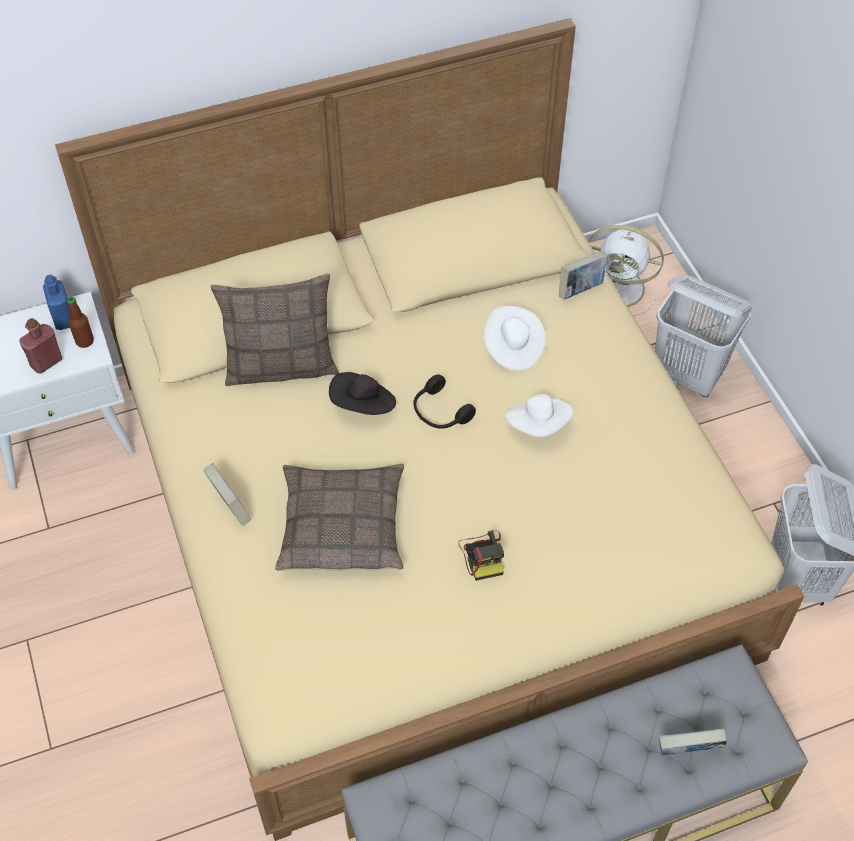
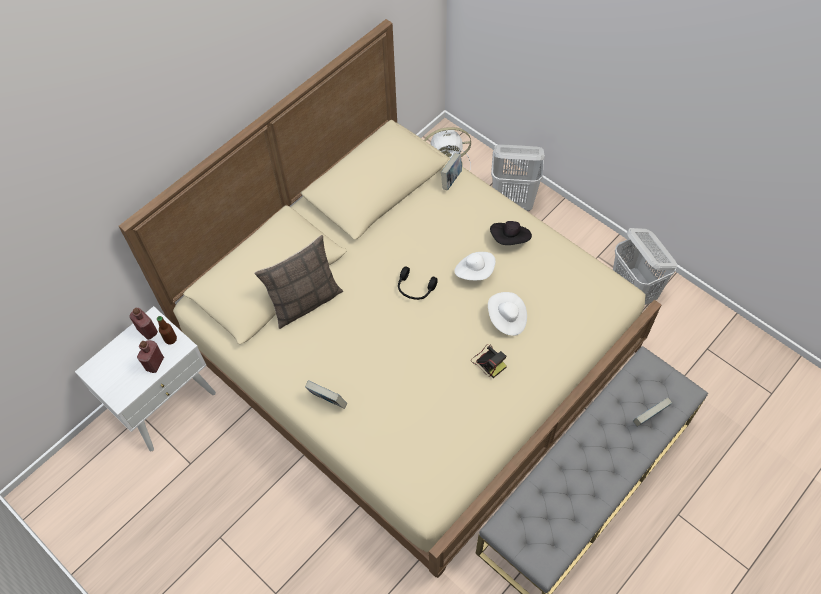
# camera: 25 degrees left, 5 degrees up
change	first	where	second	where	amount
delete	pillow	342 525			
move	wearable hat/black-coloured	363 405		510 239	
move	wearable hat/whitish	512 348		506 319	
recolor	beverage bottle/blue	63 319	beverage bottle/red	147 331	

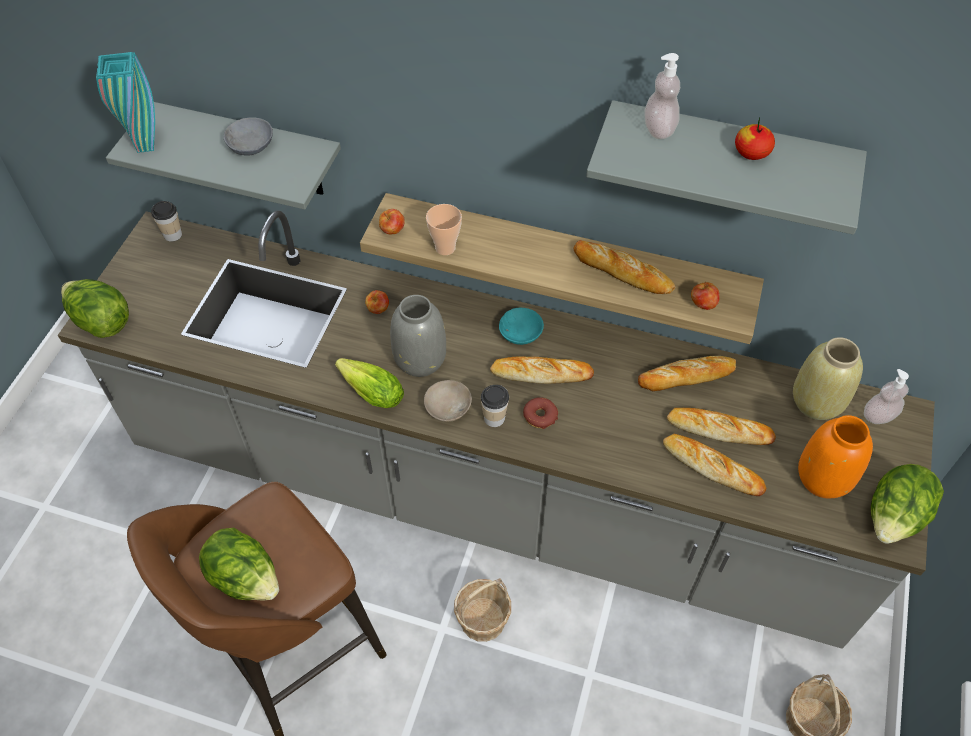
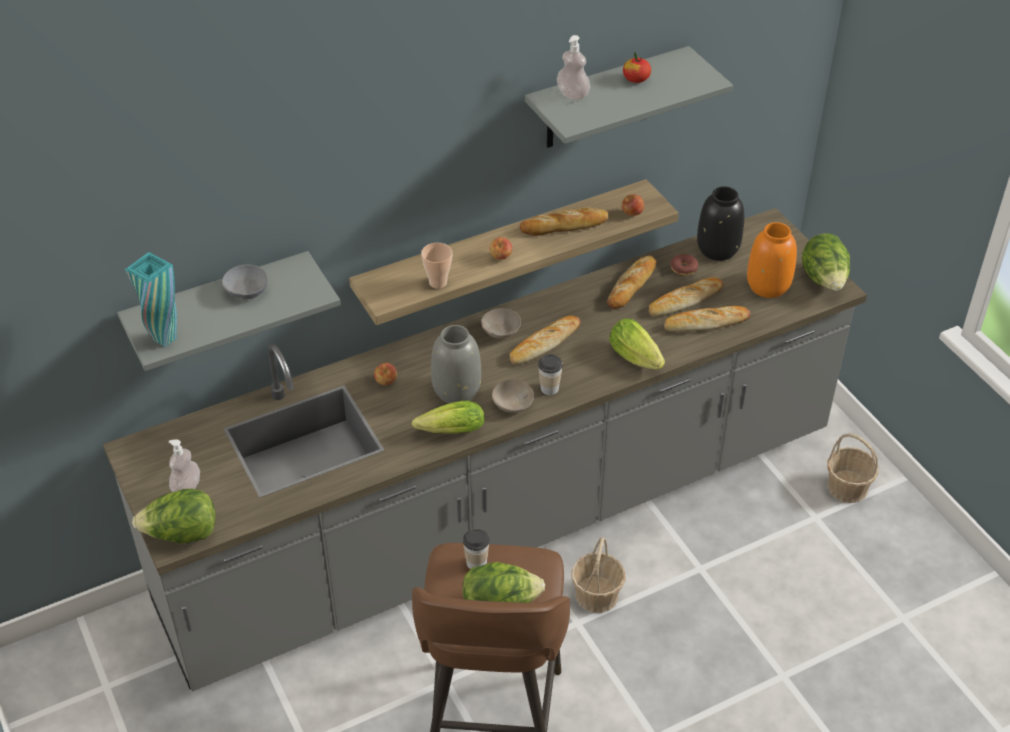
# camera: 45 degrees left, 10 degrees down
change	first	where	second	where	amount
insert			lettuce head	637 358	
move	cup	172 234		476 563	
move	apple fruit	392 231		500 257	
move	donut	540 416		683 268	
move	liquid soap bottle	878 416		187 487	
recolor	serving bowl/turquoise	521 334	serving bowl/beige	502 331	
recolor	flower vase/beige	816 401	flower vase/black-coloured	717 249	

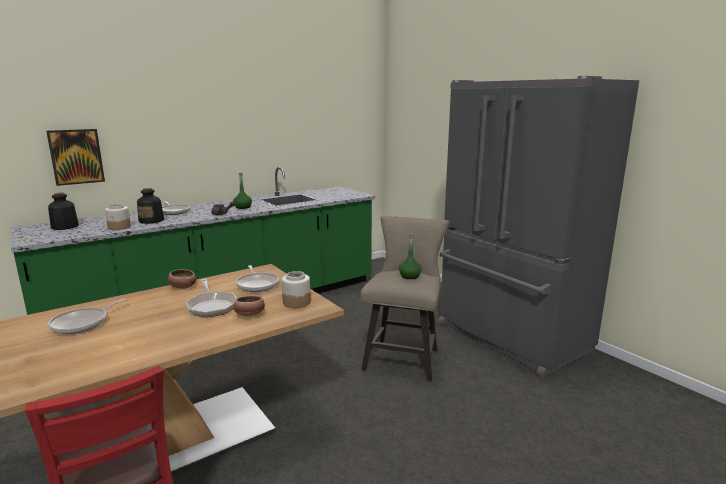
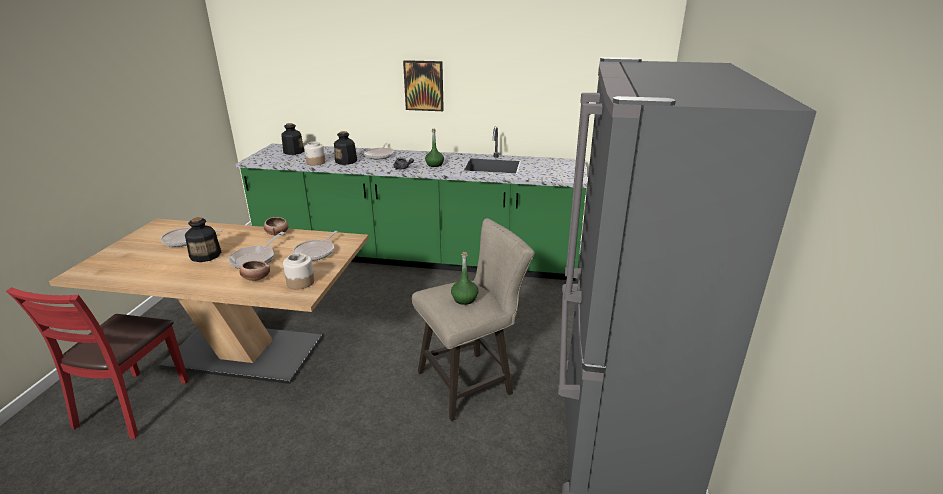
# camera: 45 degrees right, 10 degrees up
change	first	where	second	where	amount
insert			beverage bottle	206 255	
move	picture	76 156		424 85	

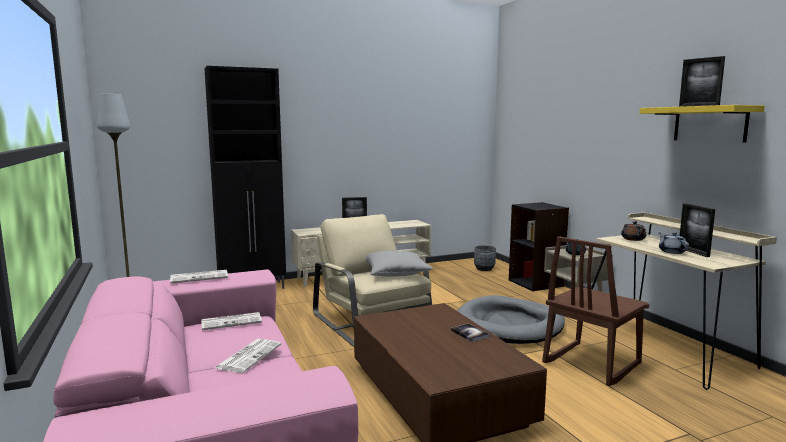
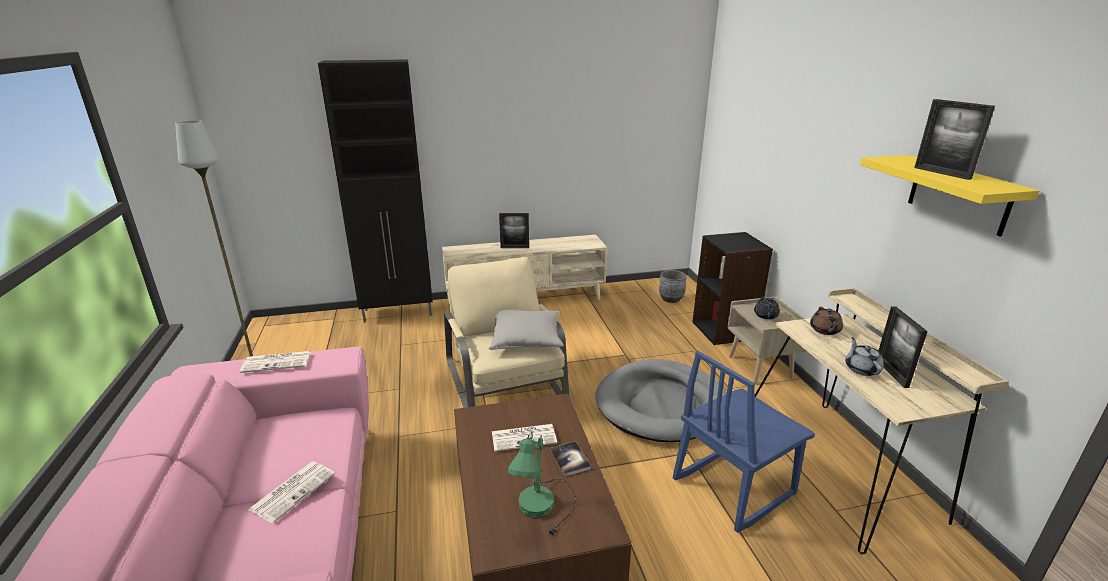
# camera: 10 degrees right, 15 degrees up
change	first	where	second	where	amount
insert			table lamp/green	544 511	
move	daily paper	232 321		524 437	
recolor	chair/brownish	590 363	chair/blue	732 486	

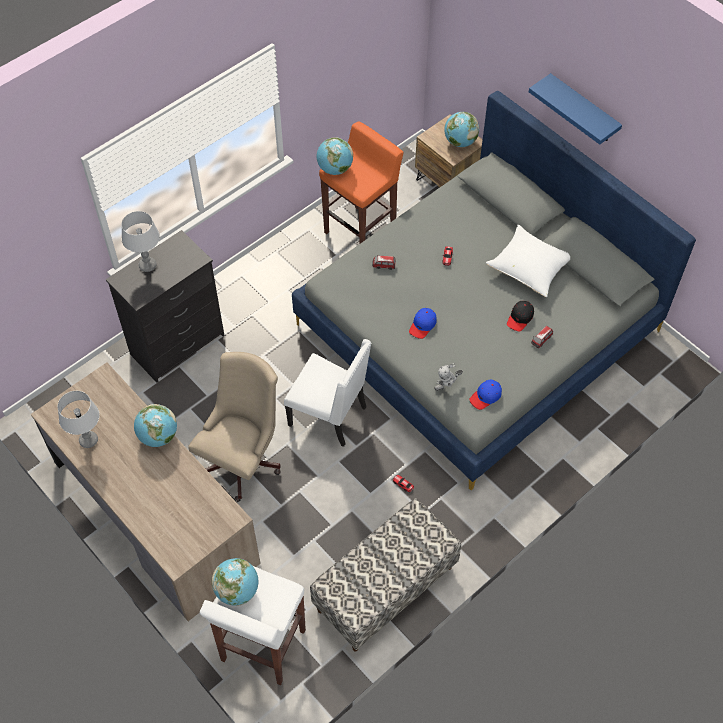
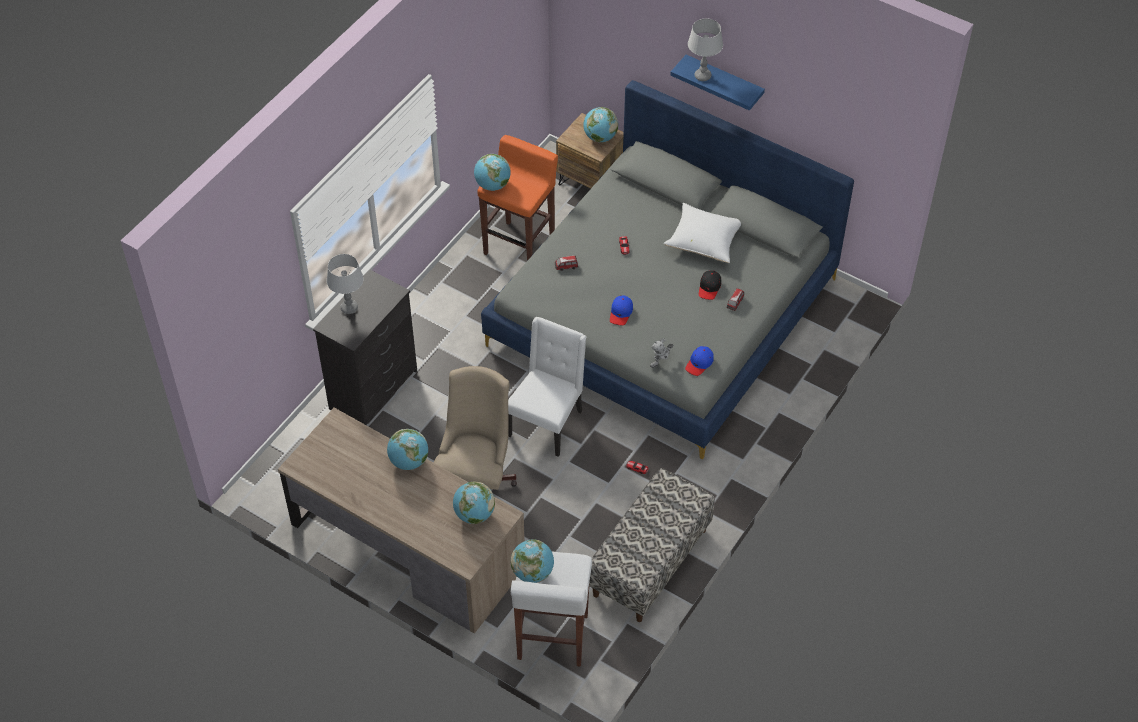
# camera: 15 degrees left, 5 degrees down
change	first	where	second	where	amount
insert			desk globe	474 514	
move	table lamp/greyish	89 440		703 76	
rotate	chair/whitish	330 416		547 423	75 degrees counterclockwise

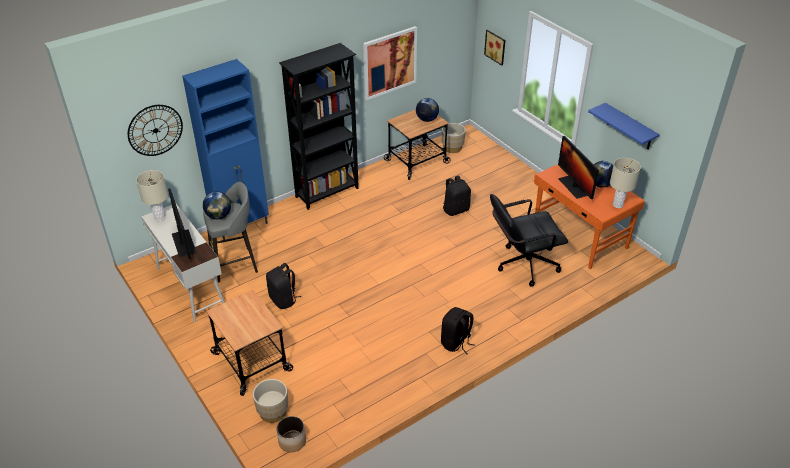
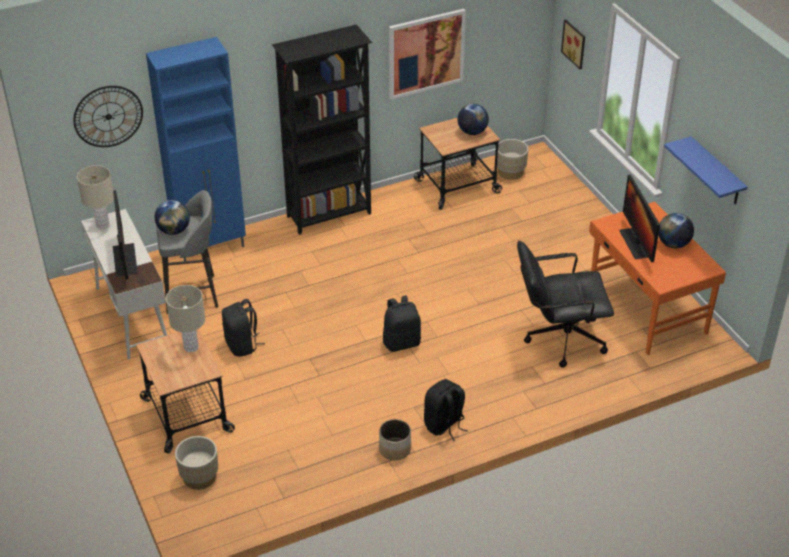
# camera: 10 degrees right, 0 degrees up
change	first	where	second	where	amount
move	planter	292 441		395 449	
move	backpack/black-coloured	456 209		401 342	
move	table lamp/beige	617 205		191 347	

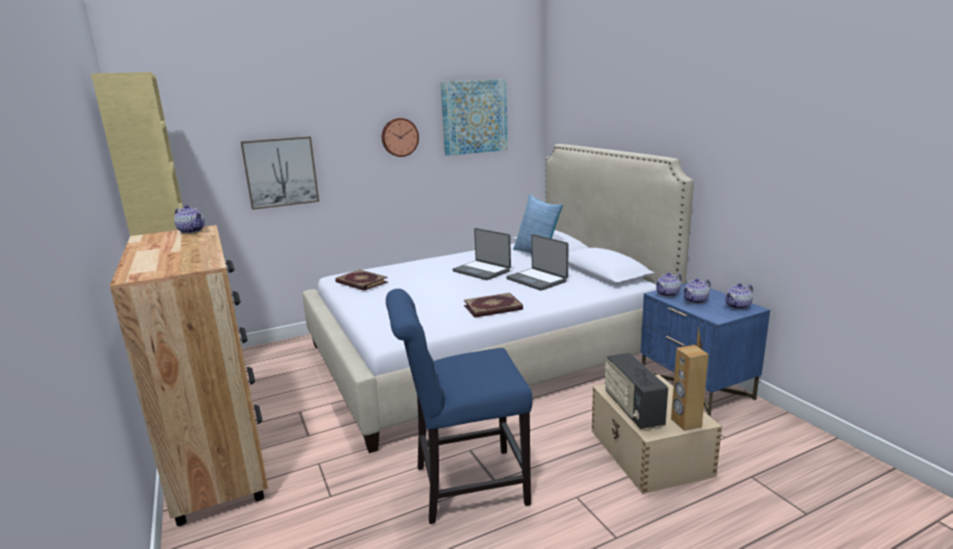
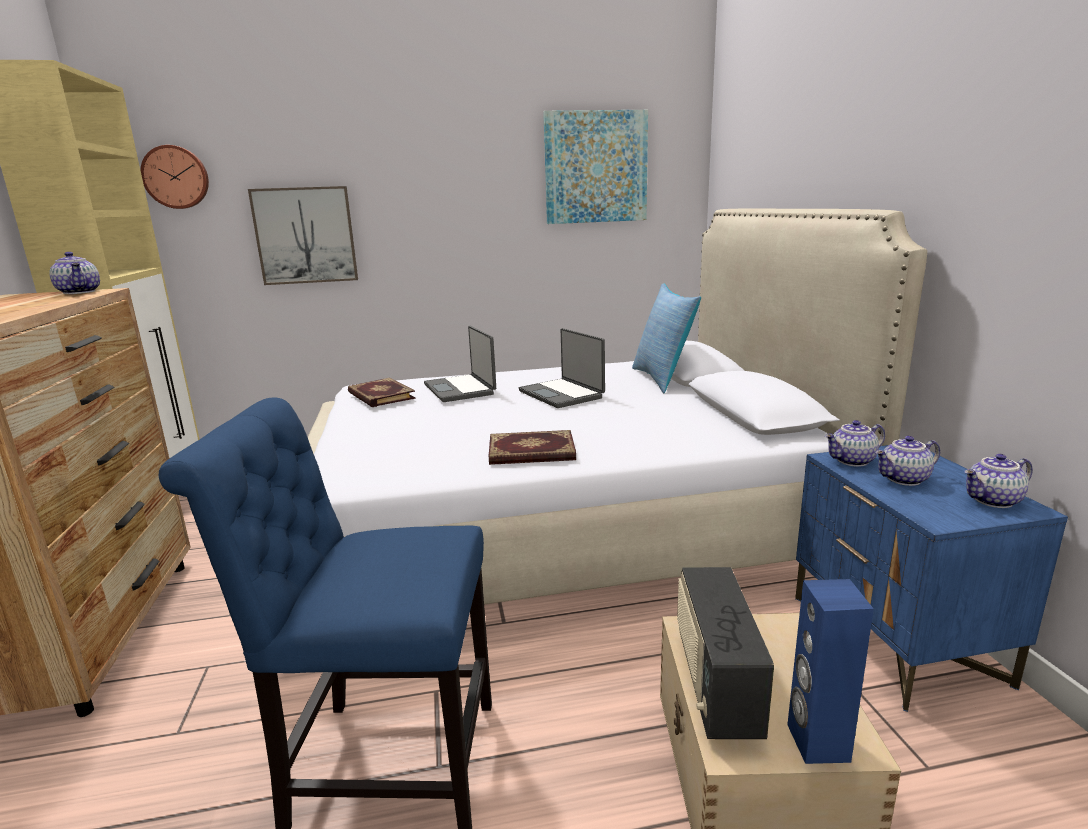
# camera: 15 degrees right, 0 degrees up
change	first	where	second	where	amount
move	wall clock	399 137		176 177	
move	portable computer	537 280		461 389	
recolor	speaker/brownish	685 423	speaker/blue	817 743	

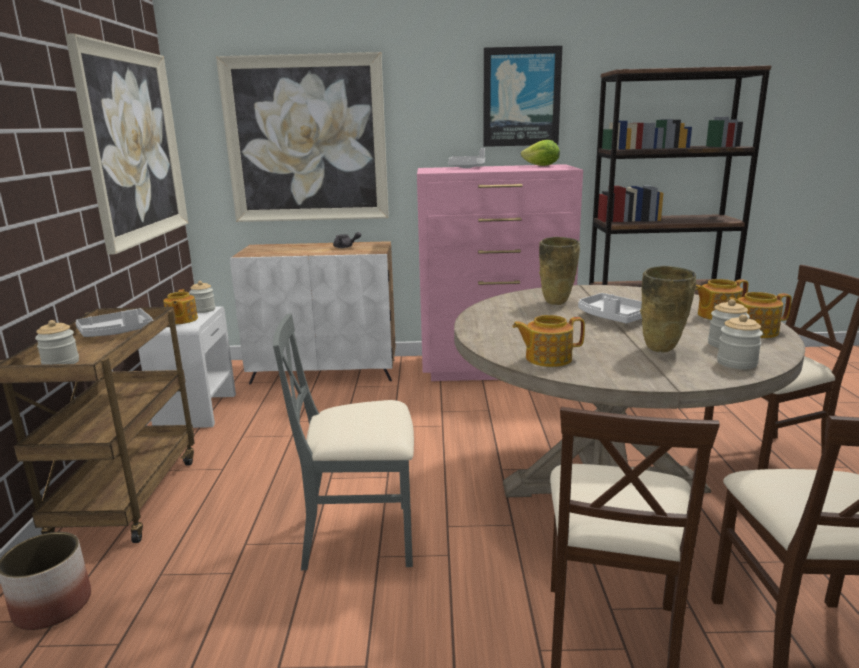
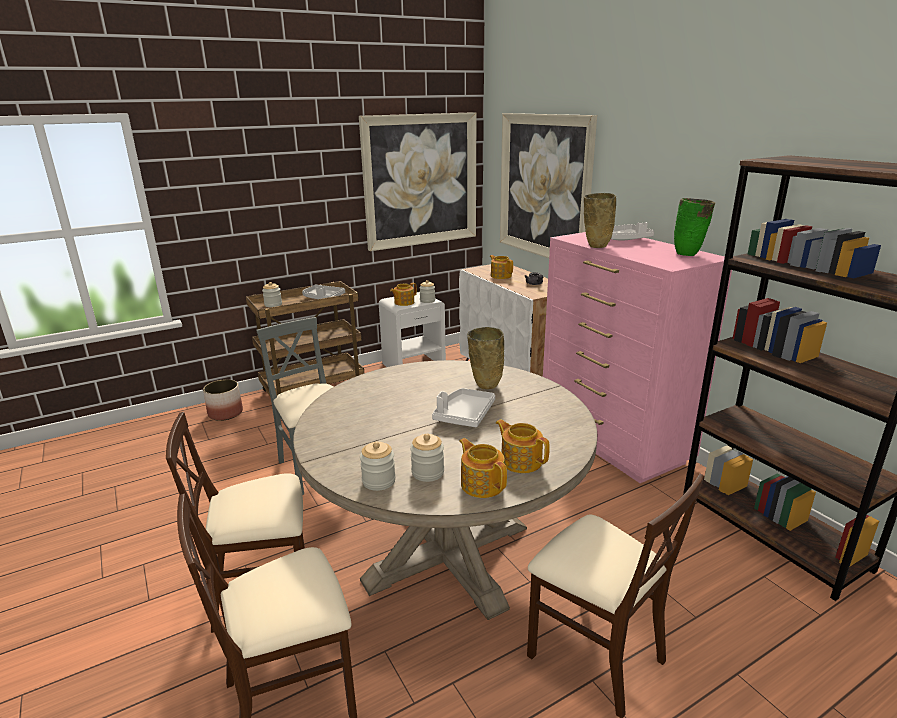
# camera: 60 degrees right, 5 degrees up
change	first	where	second	where	amount
delete	picture	521 97			
move	teapot	547 358		501 276	
move	flower vase/beige	660 350		595 246	
replace	lettuce head	541 166	flower vase/green	688 254	

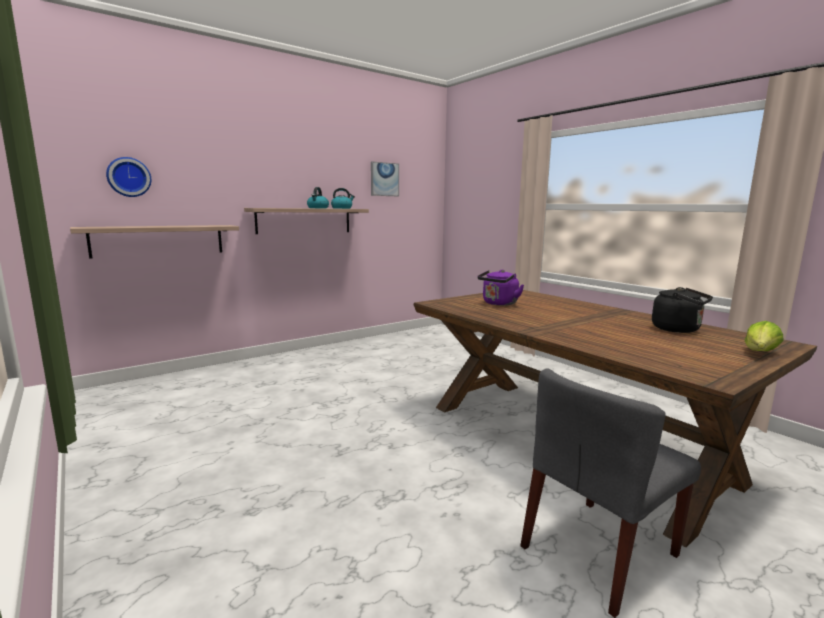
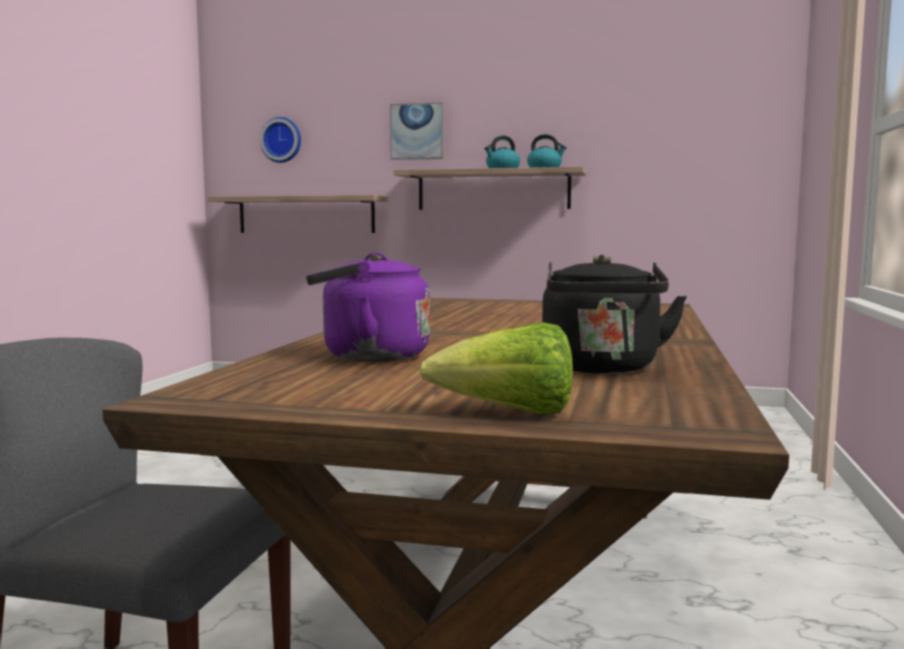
# camera: 50 degrees right, 5 degrees down
change	first	where	second	where	amount
move	picture	384 179		417 131	
move	water kettle/purple	499 303		368 356	

